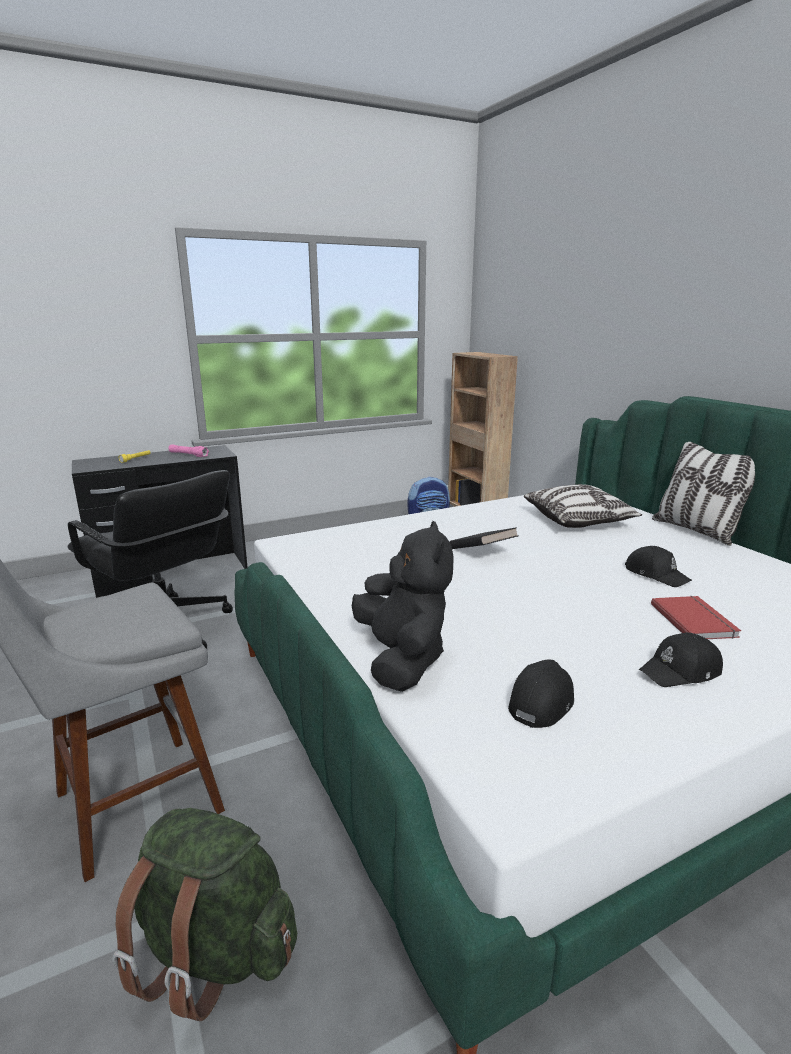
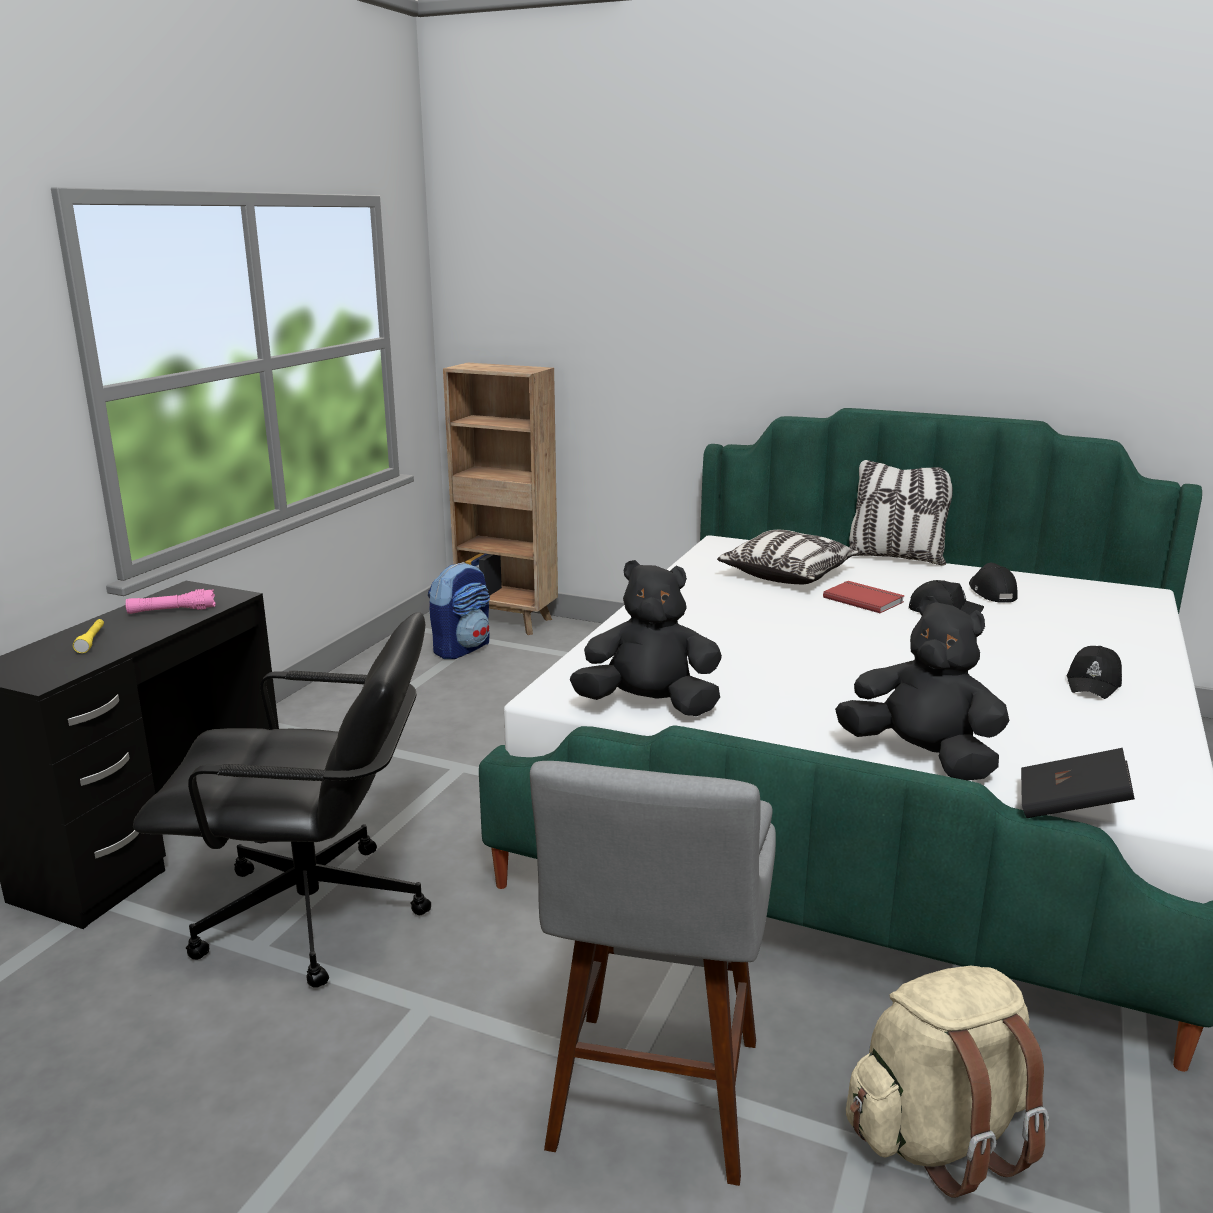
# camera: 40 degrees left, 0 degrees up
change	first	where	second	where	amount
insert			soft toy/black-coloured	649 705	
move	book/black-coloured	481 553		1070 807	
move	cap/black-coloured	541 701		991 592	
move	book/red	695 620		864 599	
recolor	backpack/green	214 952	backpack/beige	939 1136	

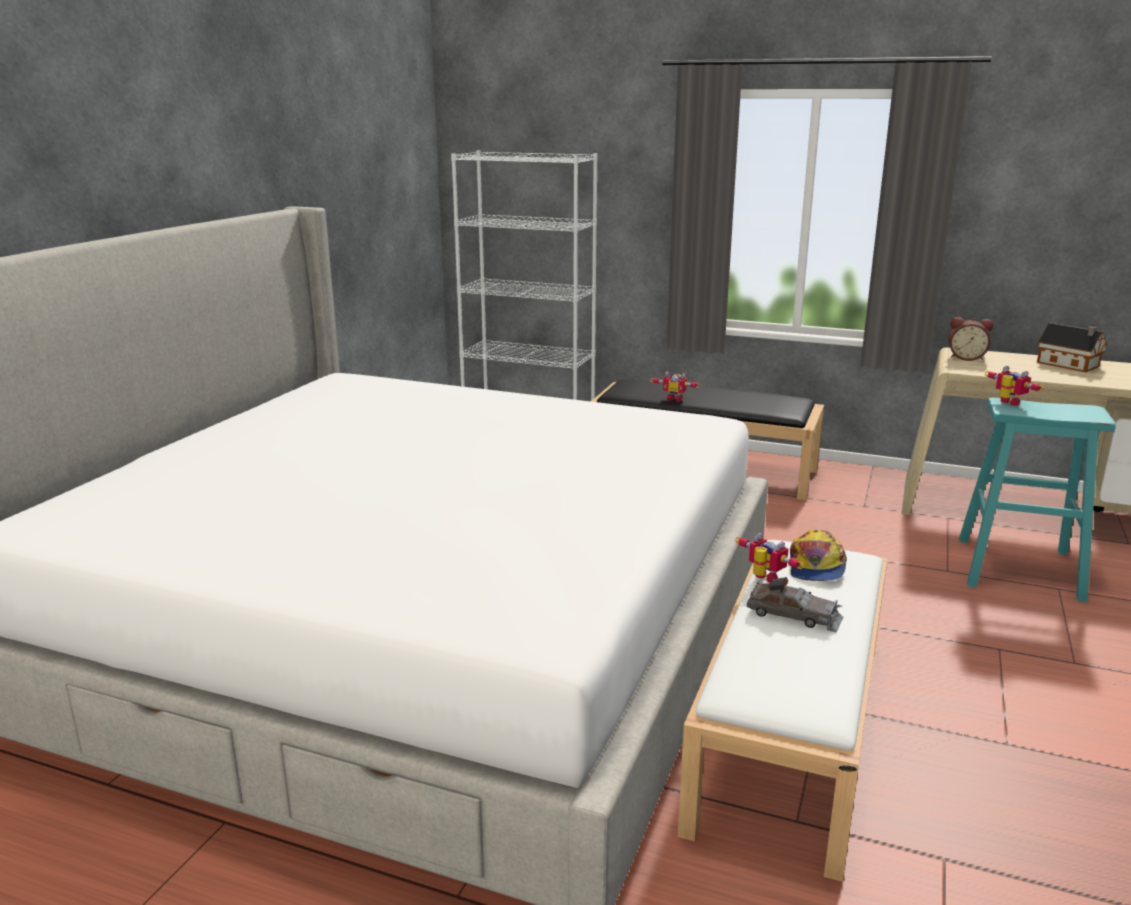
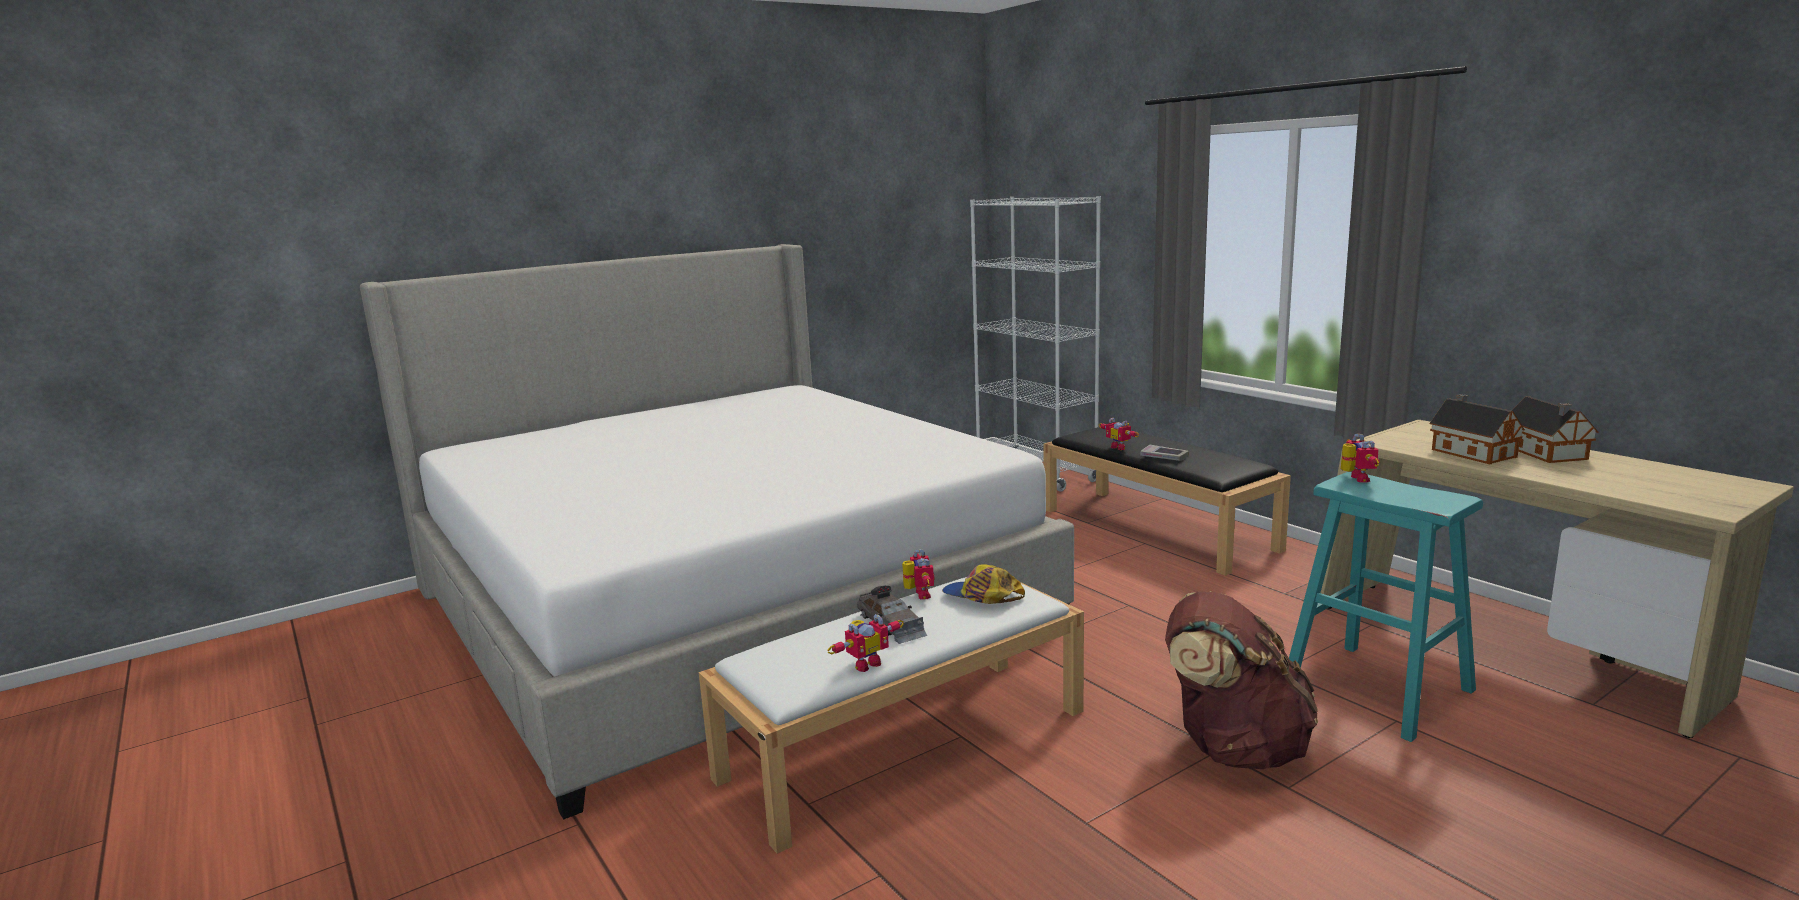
# camera: 35 degrees right, 5 degrees down
change	first	where	second	where	amount
delete	alarm clock	966 358			
insert			robot figure	865 663	
insert			book	1164 457	
insert			backpack/brownish	1233 748	
insert			toy house	1471 452	
rotate	cap	816 567		981 597	75 degrees clockwise

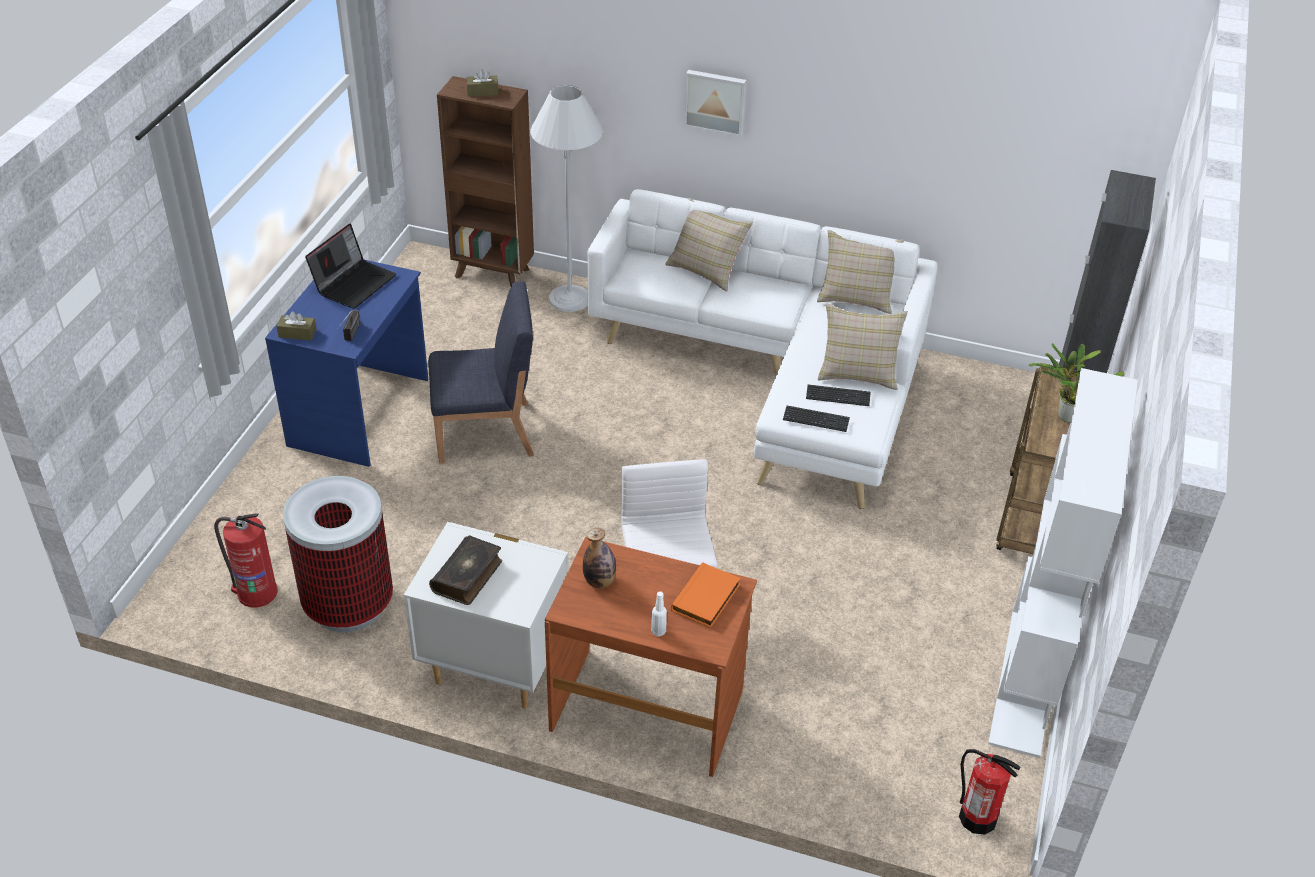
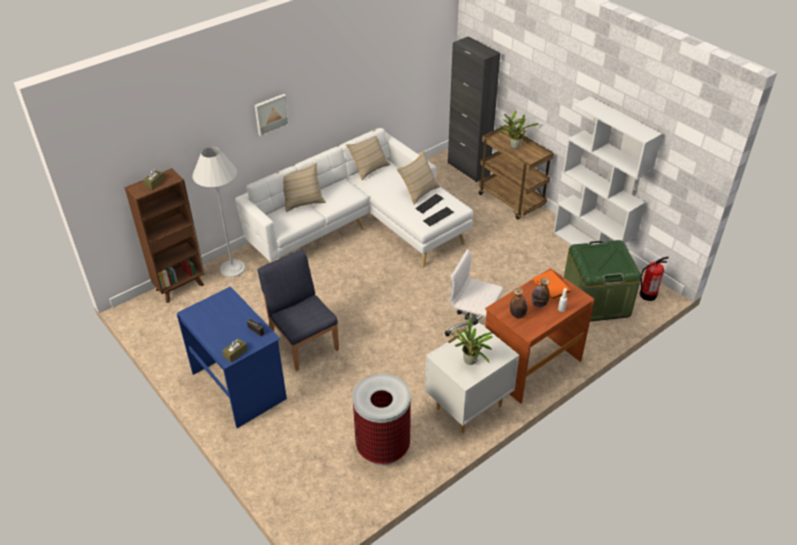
# camera: 55 degrees left, 0 degrees up
change	first	where	second	where	amount
delete	fire extinguisher	256 592			
delete	portable computer	354 283			
insert			beverage bottle	539 304	
insert			storage container/green	595 301	
replace	book	468 576	plant in a pot	470 362	
rotate	chair/blue	486 432		303 342	60 degrees counterclockwise

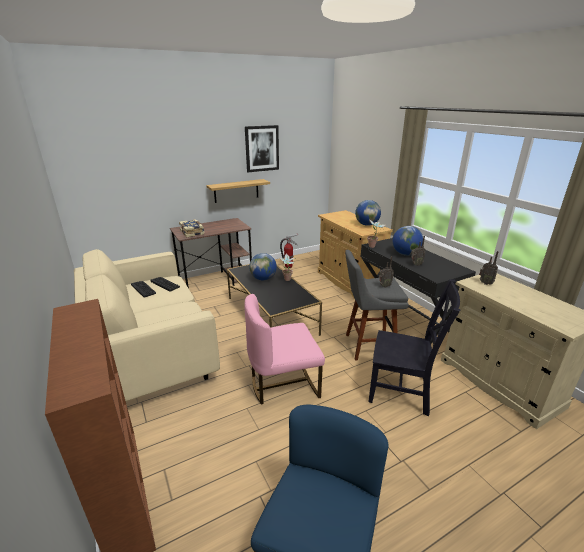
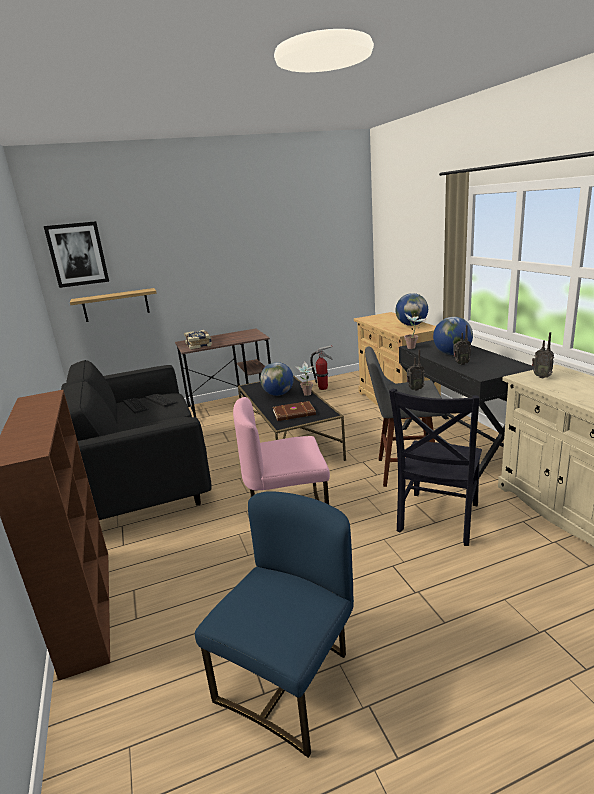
# camera: 10 degrees right, 5 degrees down
change	first	where	second	where	amount
insert			book/brownish	294 413	
move	bracket shelf	236 191		116 305	
move	picture	262 148		77 254	
recolor	sofa/beige	150 352	sofa/black-coloured	141 478	
rotate	chair/black-coloured	402 391		437 519	90 degrees clockwise

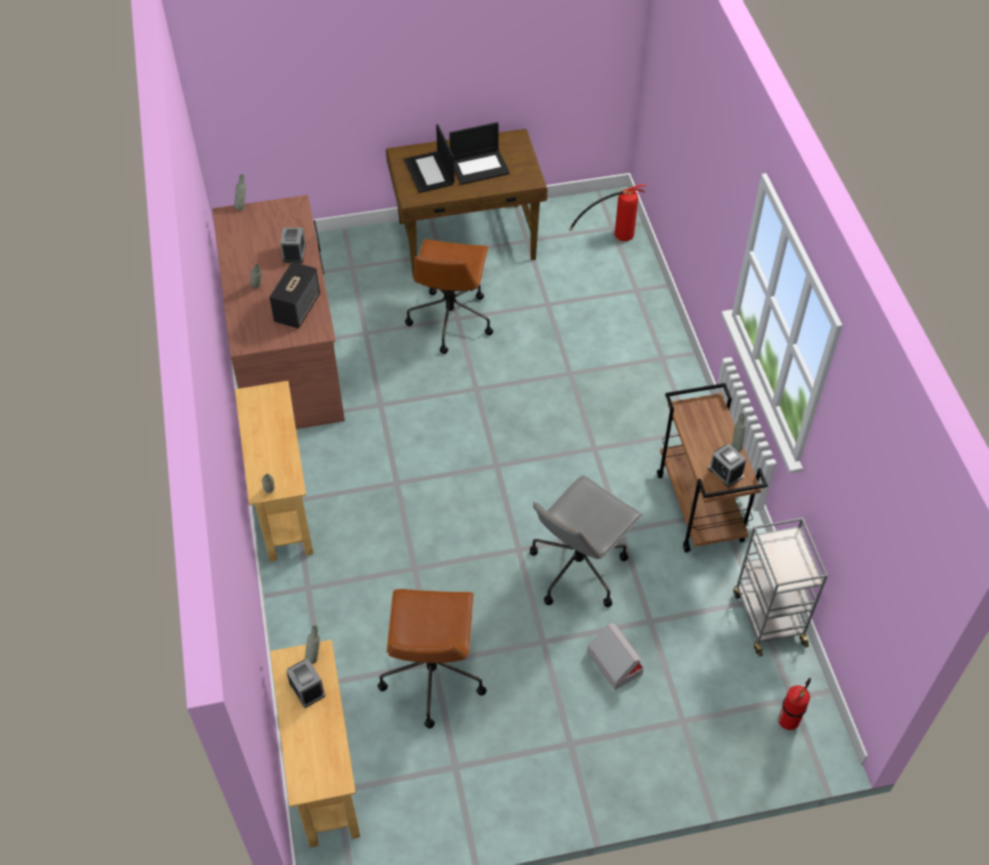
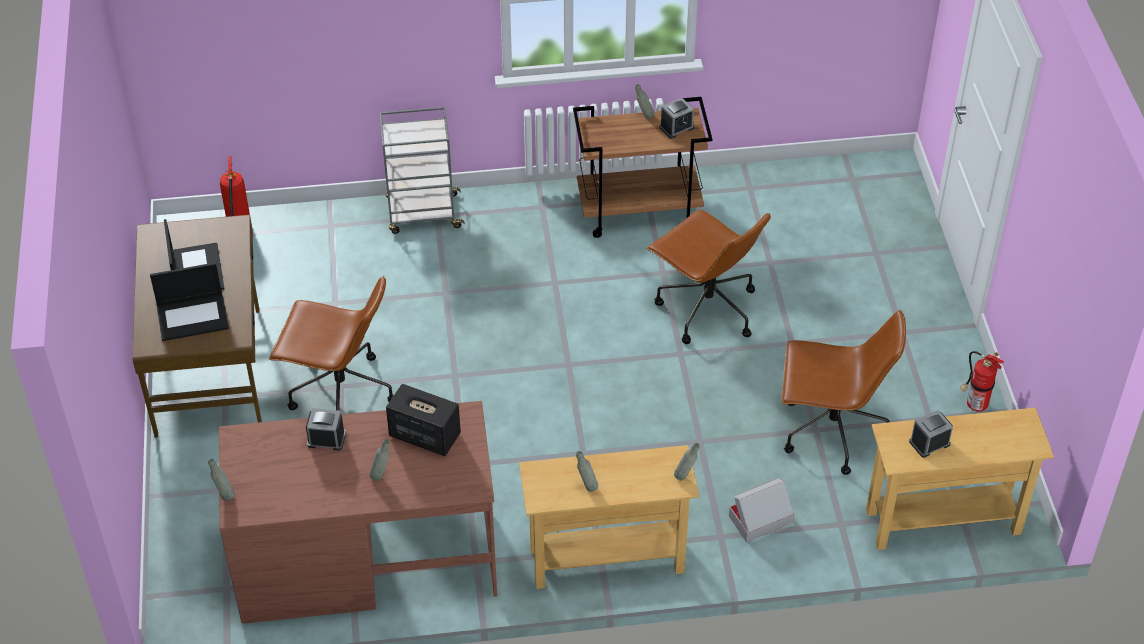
# camera: 85 degrees left, 5 degrees down
change	first	where	second	where	amount
move	beverage bottle/greyish	314 656		586 486	
move	packing box	614 663		760 519	
move	wheeled cart/greyish	768 617		422 214	
move	fire extinguisher	789 720		974 404	
recolor	desk chair/greyish	578 567	desk chair/brownish	706 308	

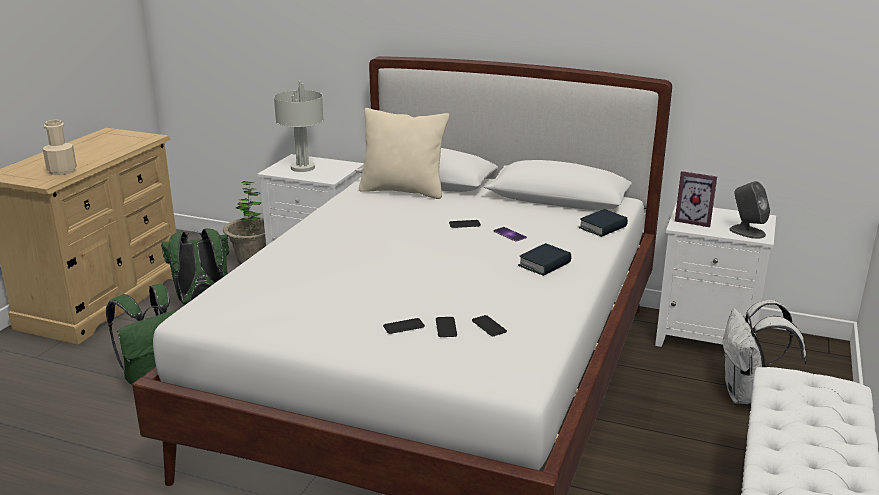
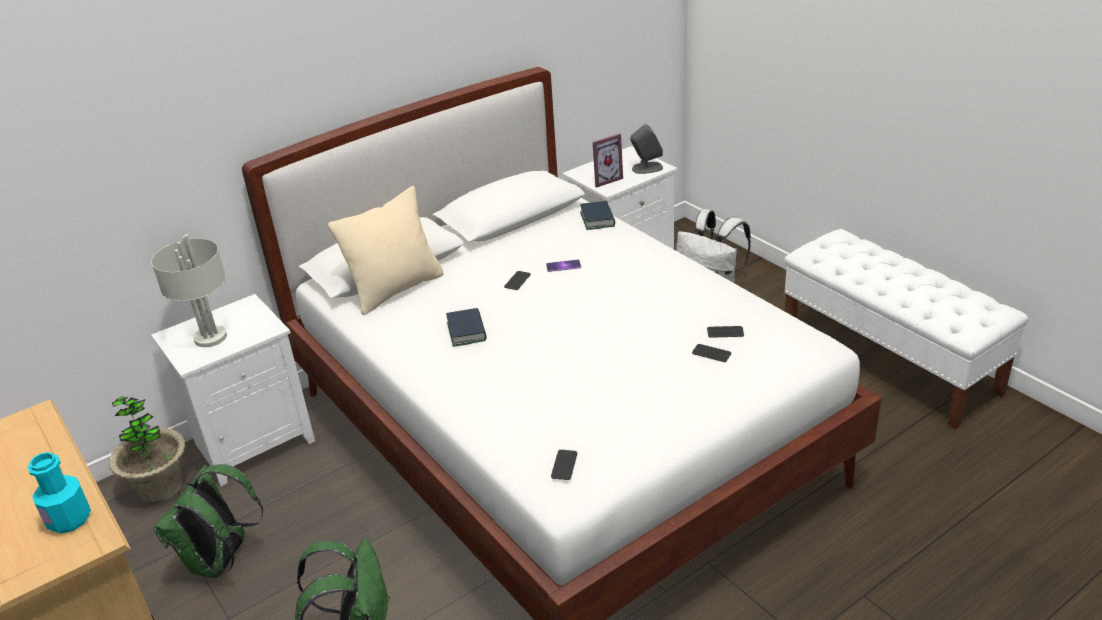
# camera: 55 degrees left, 10 degrees up
change	first	where	second	where	amount
move	telephone	403 326		564 465	
move	book	544 264		466 331	
recolor	beverage bottle/beige	62 171	beverage bottle/turquoise	69 519	

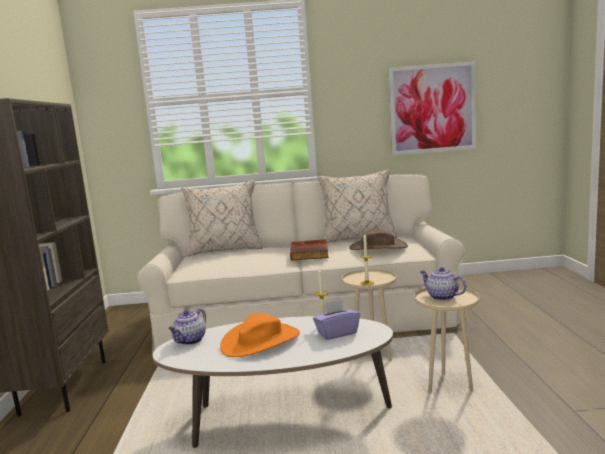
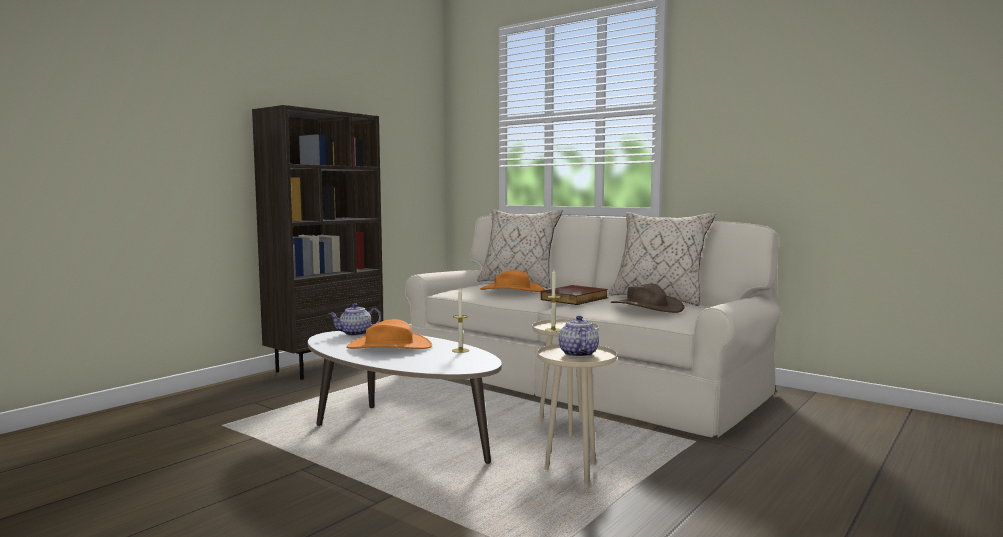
# camera: 40 degrees right, 5 degrees down
change	first	where	second	where	amount
delete	box of tissues/purple	337 333			
delete	picture	432 109			
insert			wearable hat/orange	512 290	

